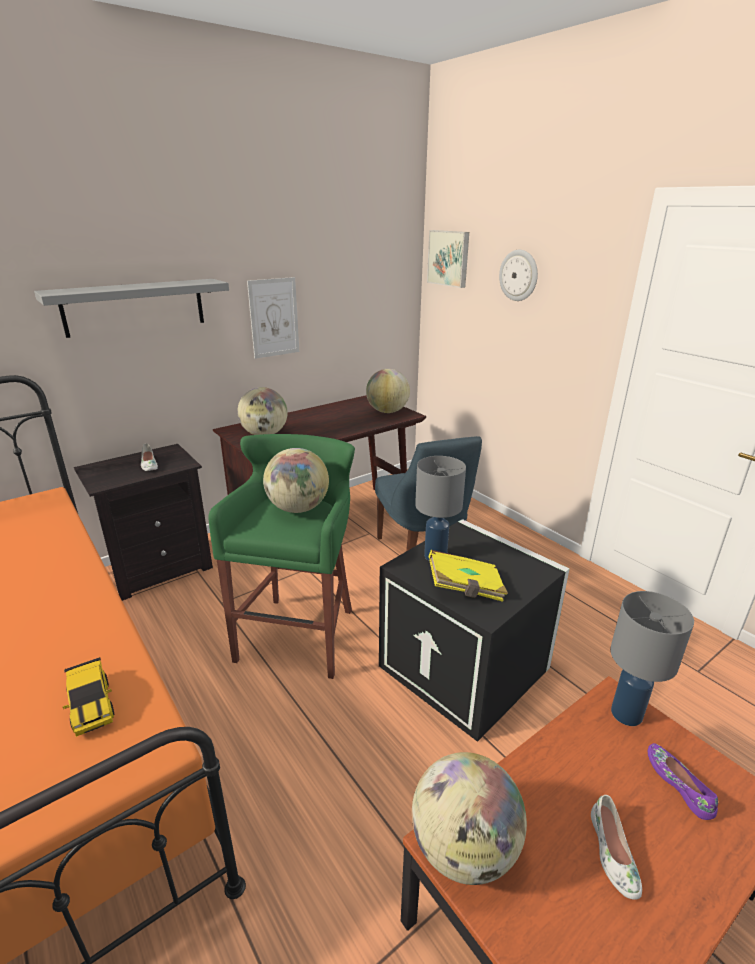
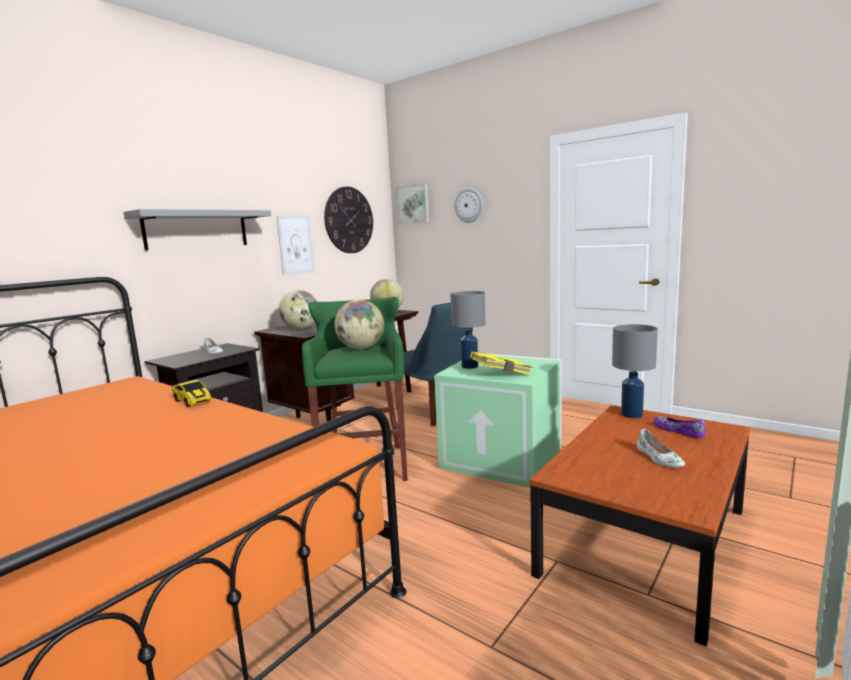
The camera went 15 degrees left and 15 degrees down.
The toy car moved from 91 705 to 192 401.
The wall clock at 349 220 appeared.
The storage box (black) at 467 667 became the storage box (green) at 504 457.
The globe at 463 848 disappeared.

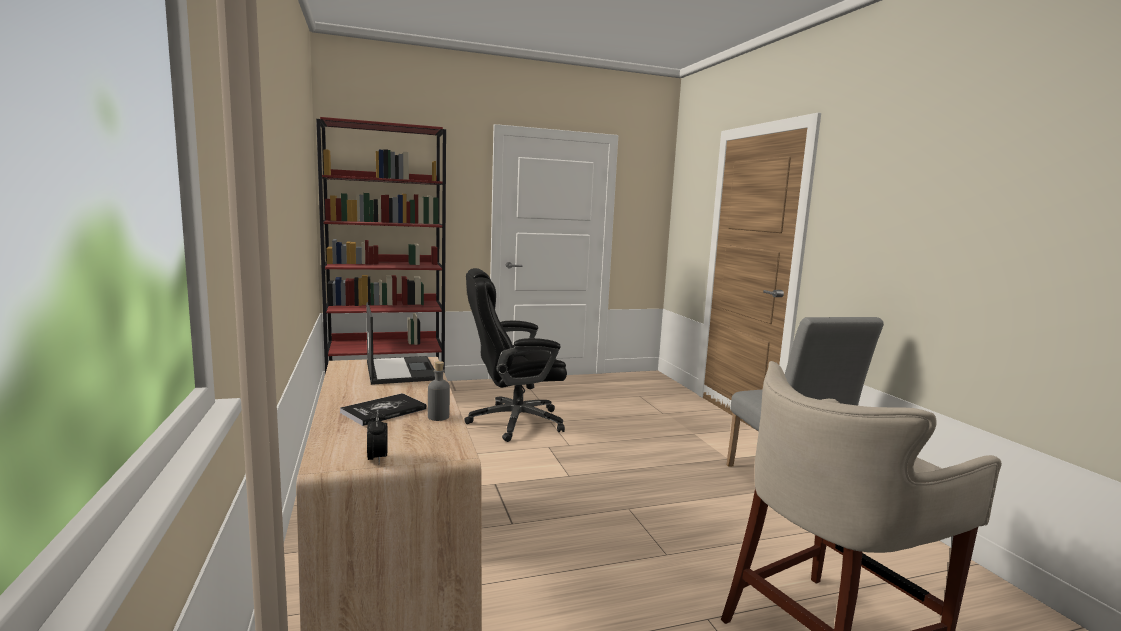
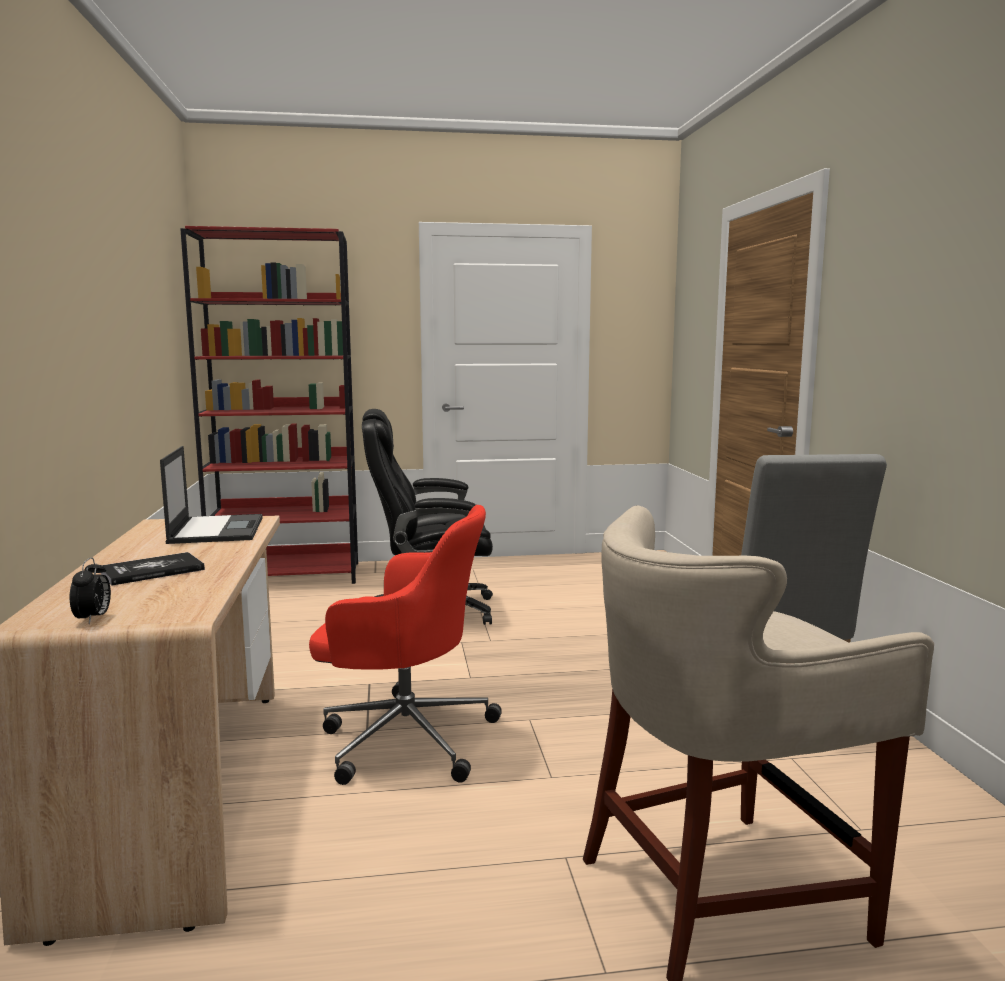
The camera went 10 degrees right and 0 degrees up.
The office chair (red) at 404 737 appeared.
The bottle (grey) at 438 417 disappeared.

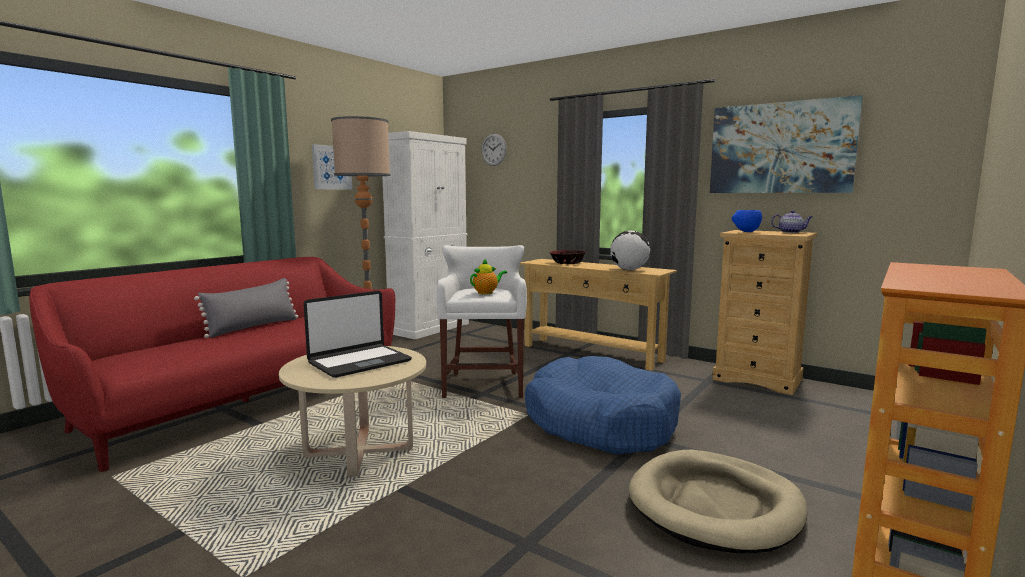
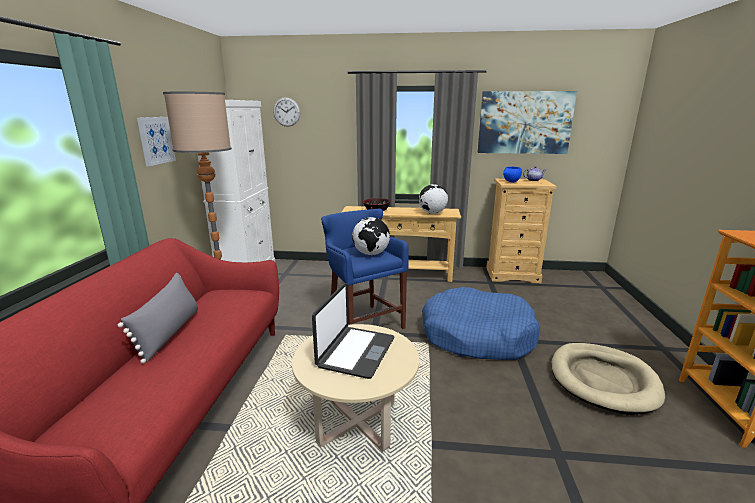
The camera went 30 degrees left and 10 degrees up.
The stool (white) at 484 384 became the stool (blue) at 363 322.
The teapot at 487 293 was replaced by the globe at 371 254.

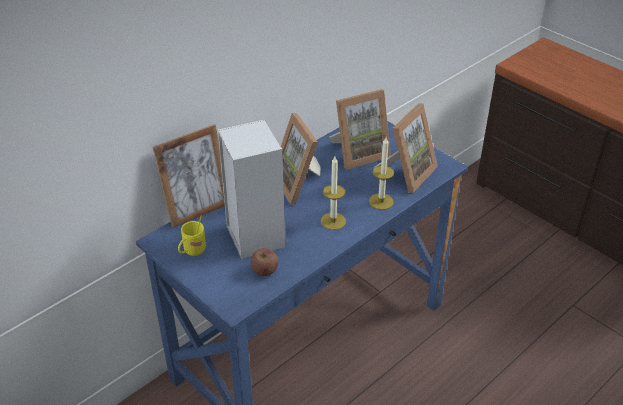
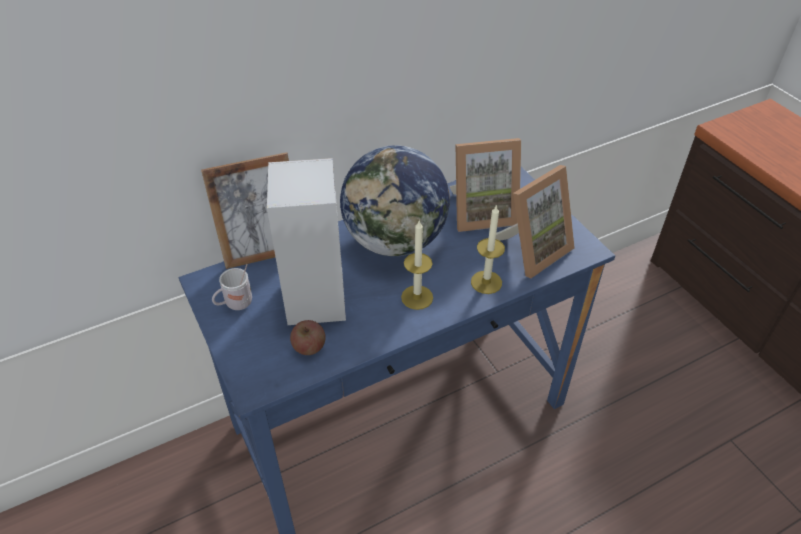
The camera went 15 degrees right and 5 degrees up.
The mug (yellow) at 192 252 became the mug (white) at 235 304.
The picture frame at 300 184 was replaced by the globe at 395 241.

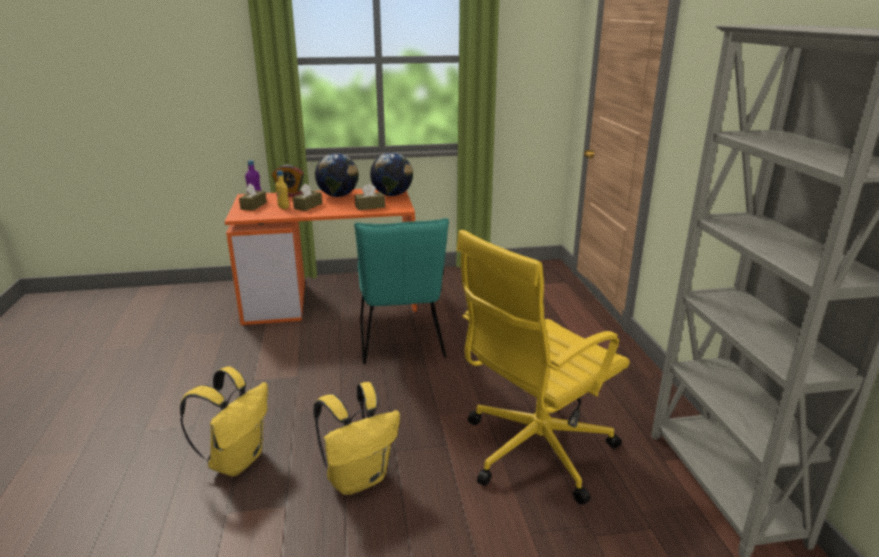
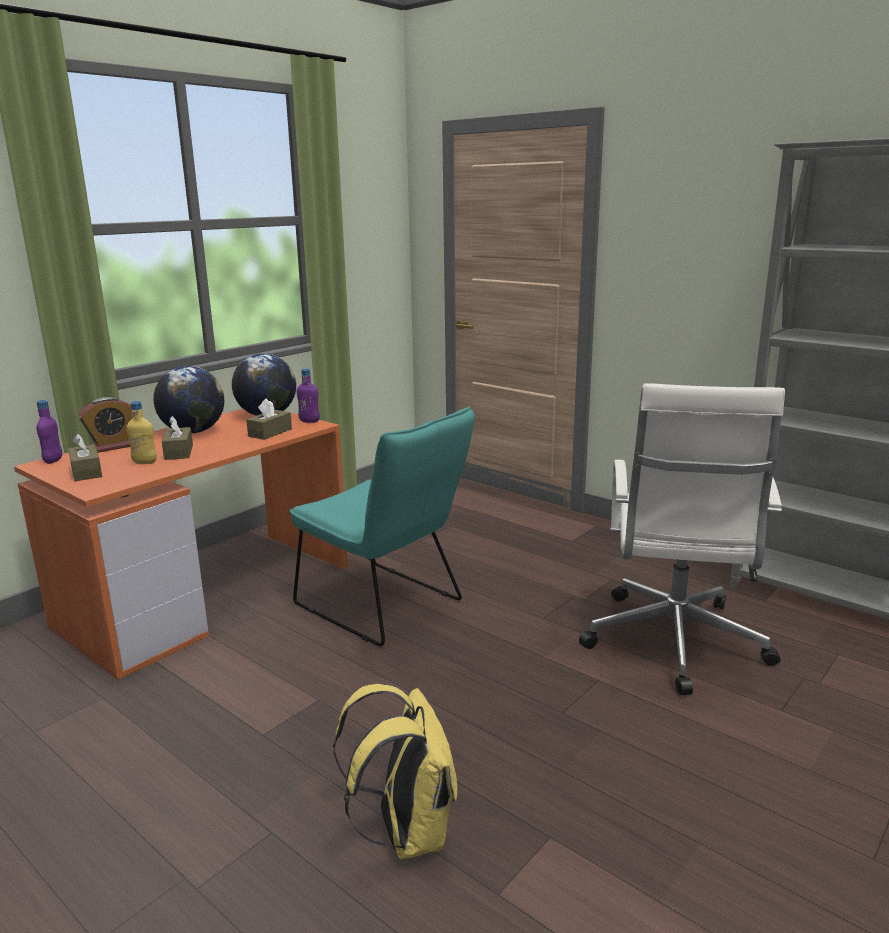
The camera went 40 degrees left and 5 degrees down.
The bottle (purple) at 309 421 appeared.
The office chair (yellow) at 533 451 became the office chair (white) at 674 643.
The backpack (yellow) at 358 478 disappeared.

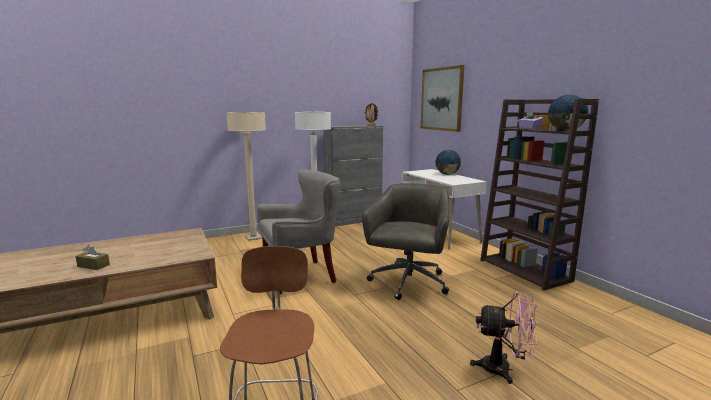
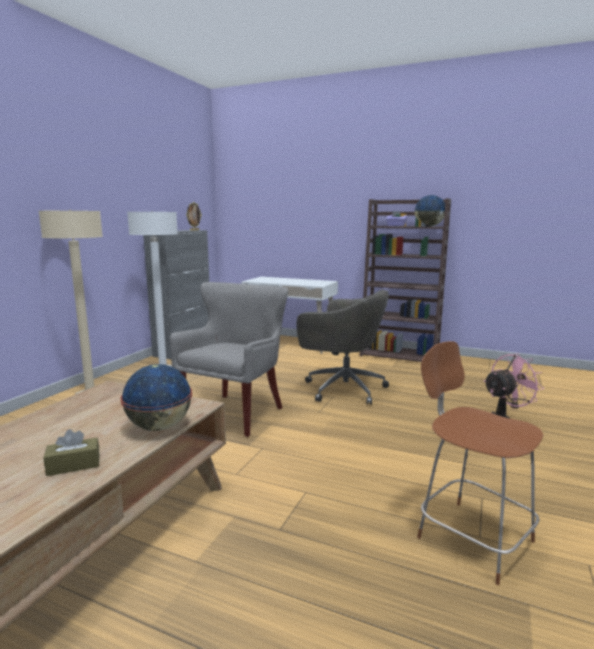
The camera went 40 degrees left and 0 degrees up.
The globe moved from 447 174 to 160 427.
The office chair (grey) at 408 283 turned 135 degrees clockwise.
The picture at 441 99 disappeared.

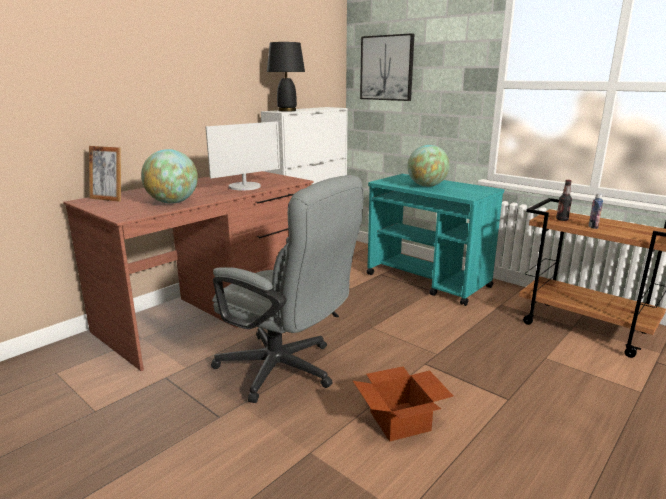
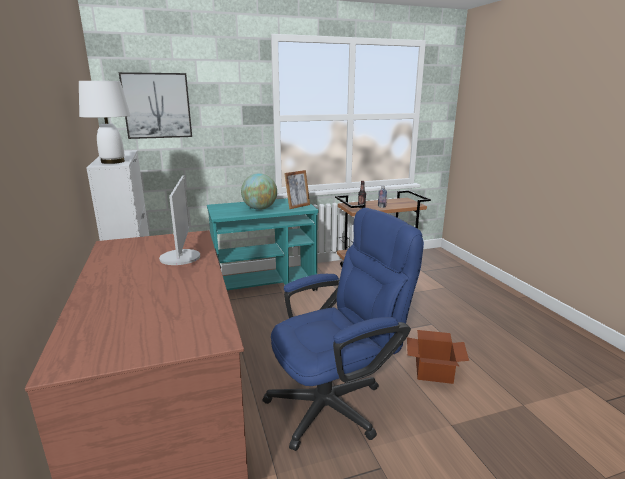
The camera went 60 degrees left and 0 degrees up.
The table lamp (black) at 287 110 became the table lamp (white) at 113 162.
The office chair (grey) at 286 371 became the office chair (blue) at 336 402.
The picture frame moved from 108 199 to 297 206.
The globe at 173 202 disappeared.

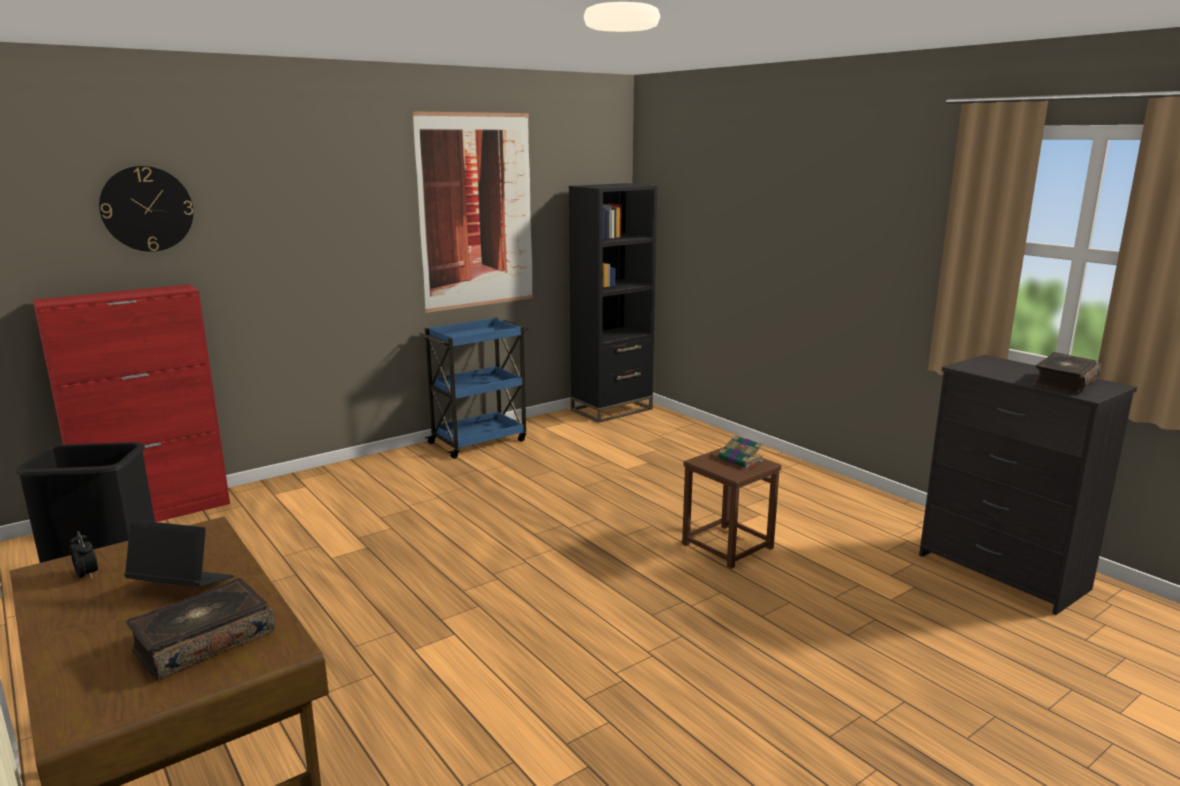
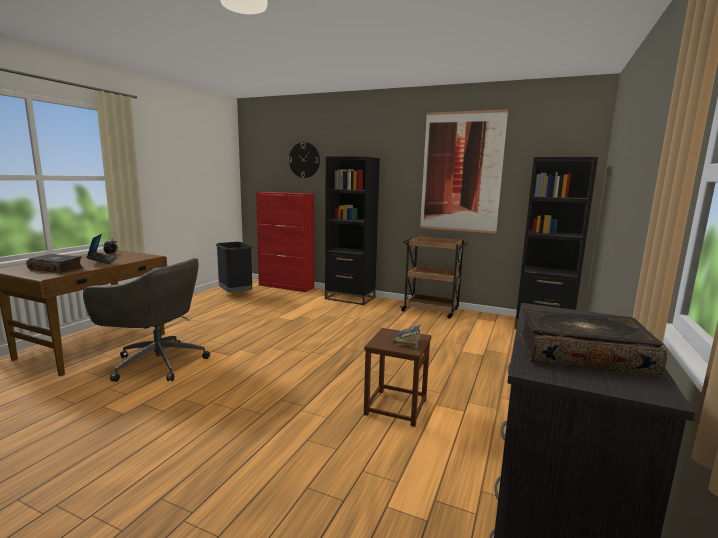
The camera went 60 degrees right and 5 degrees down.
The office chair (grey) at 157 363 appeared.
The bookcase (black) at 350 298 appeared.
The cart (blue) at 479 441 became the cart (brown) at 431 310.

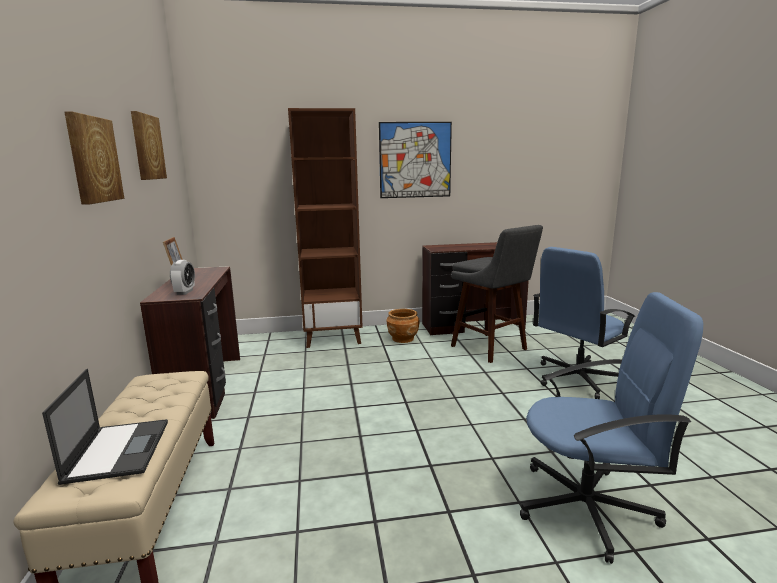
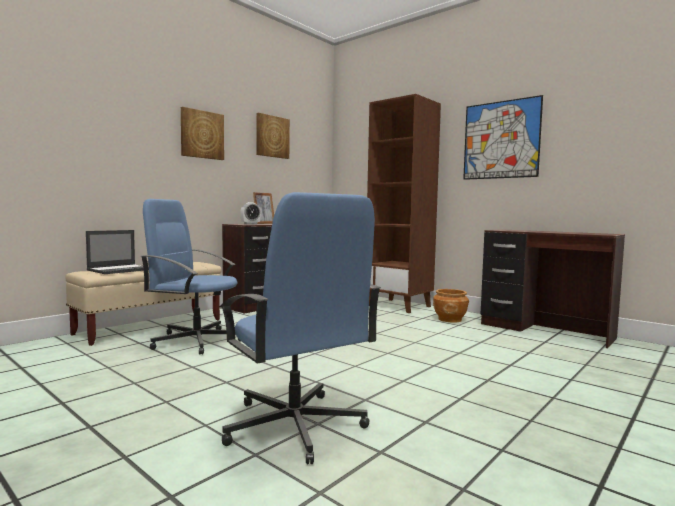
The camera went 50 degrees right and 10 degrees down.
The office chair (blue) moved from 576 379 to 196 341.
The stool (grey) at 491 349 disappeared.

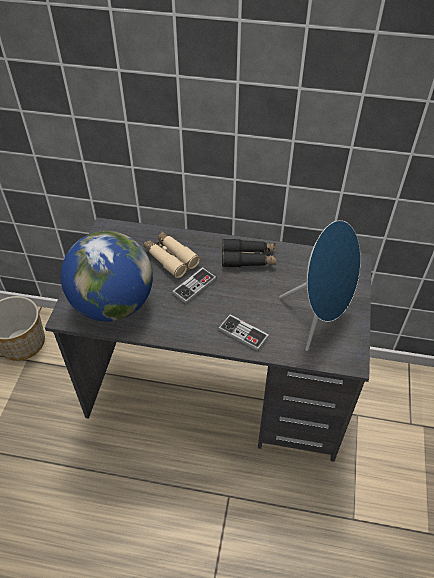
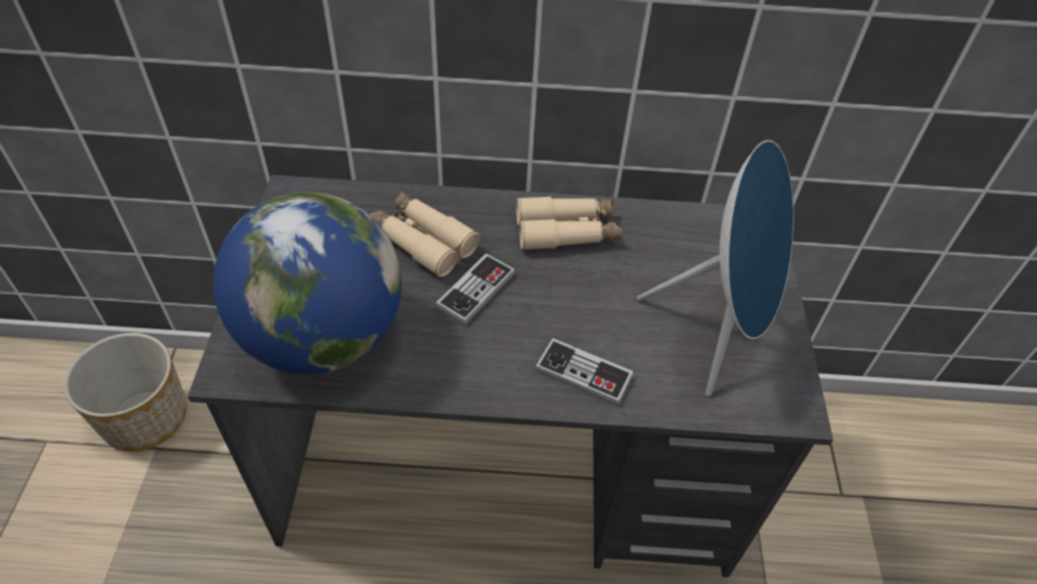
The camera went 10 degrees left and 0 degrees up.
The binoculars (black) at 248 258 became the binoculars (beige) at 567 231.

